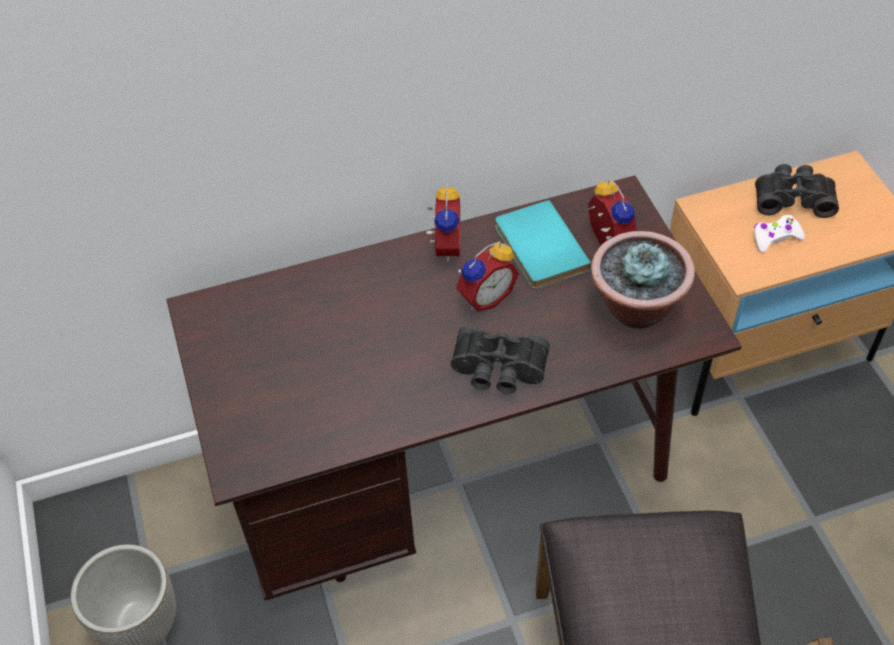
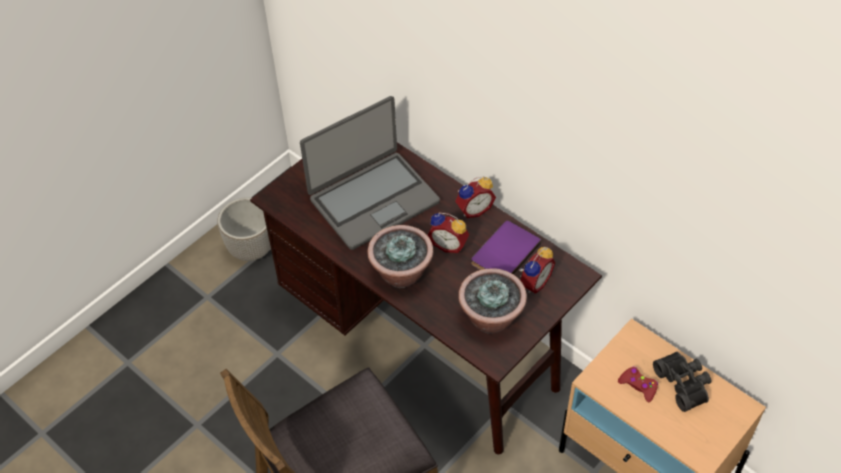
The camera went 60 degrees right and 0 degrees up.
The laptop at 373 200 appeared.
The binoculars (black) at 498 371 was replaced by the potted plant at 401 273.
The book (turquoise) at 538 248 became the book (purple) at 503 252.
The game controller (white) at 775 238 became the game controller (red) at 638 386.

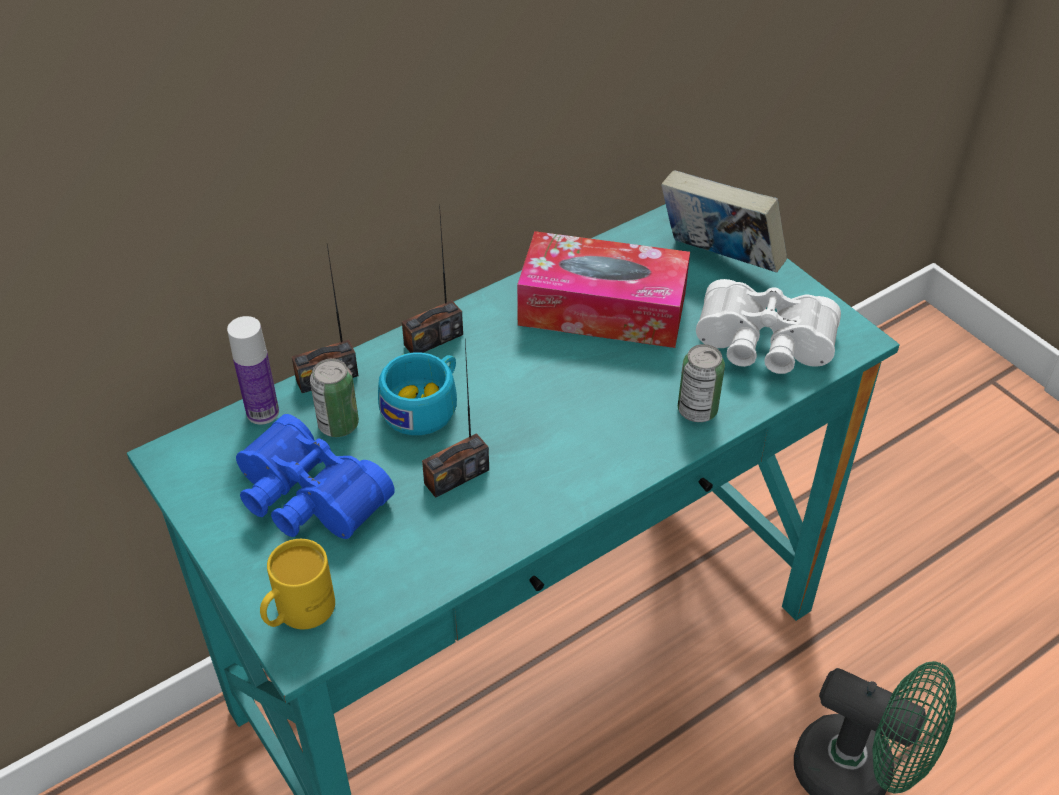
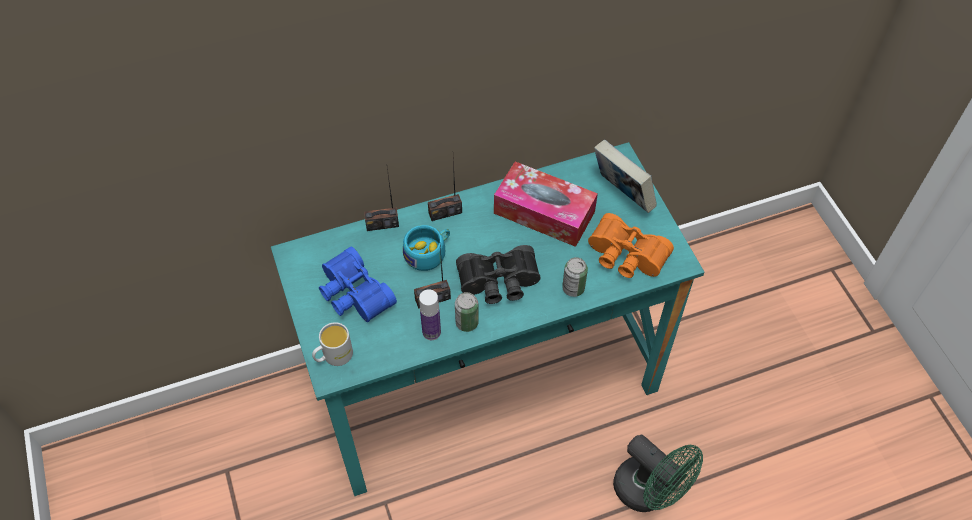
The camera went 15 degrees right and 10 degrees up.
The mug (yellow) at 298 613 became the mug (white) at 333 356.
The bottle moved from 262 412 to 431 332.
The can moved from 338 425 to 467 323.
The binoculars (black) at 499 283 appeared.
The binoculars (white) at 763 347 became the binoculars (orange) at 625 257.

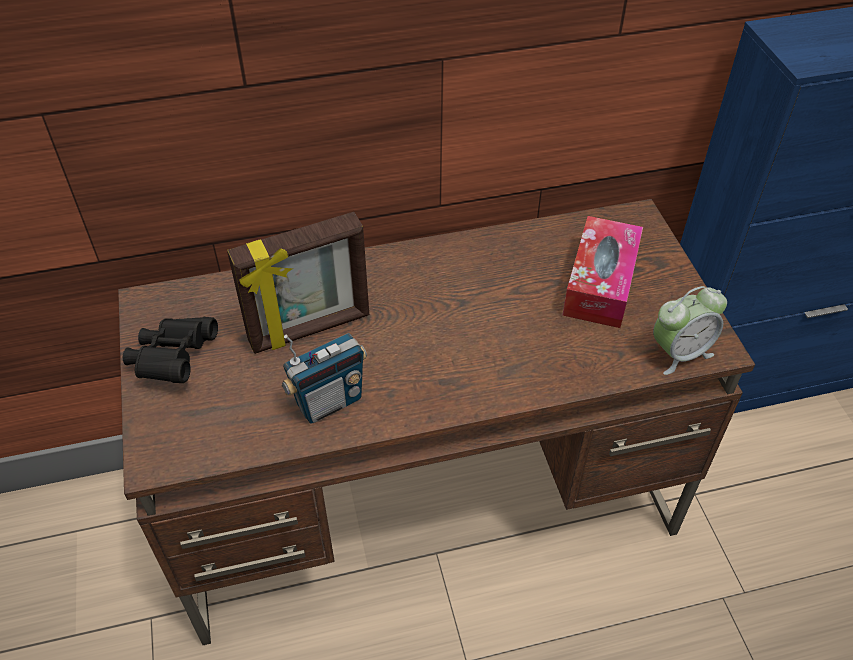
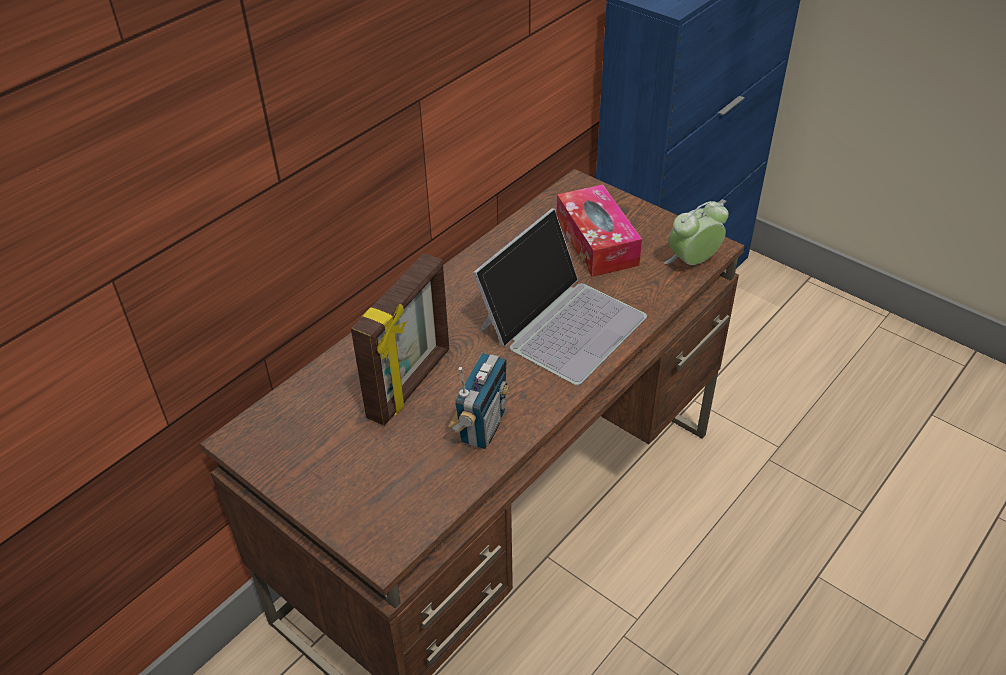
The camera went 35 degrees left and 5 degrees down.
The laptop at 562 322 appeared.
The alarm clock at 679 353 turned 150 degrees counterclockwise.
The binoculars (black) at 173 359 disappeared.

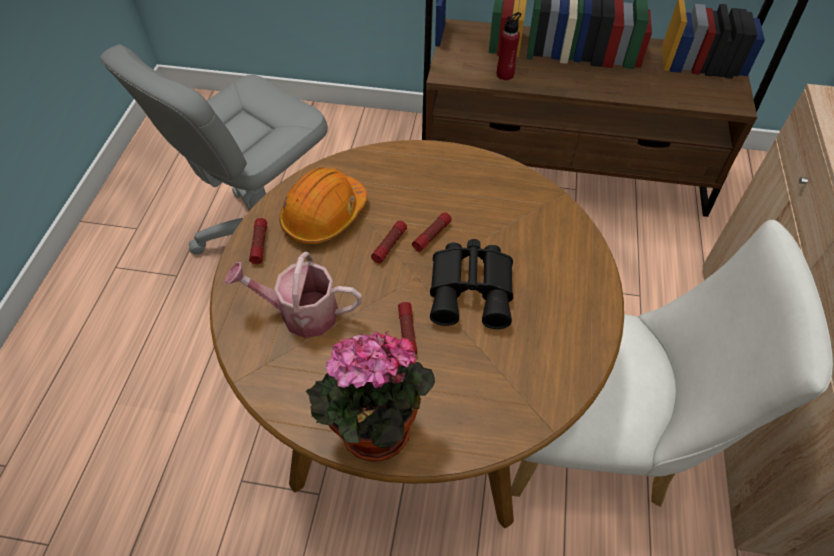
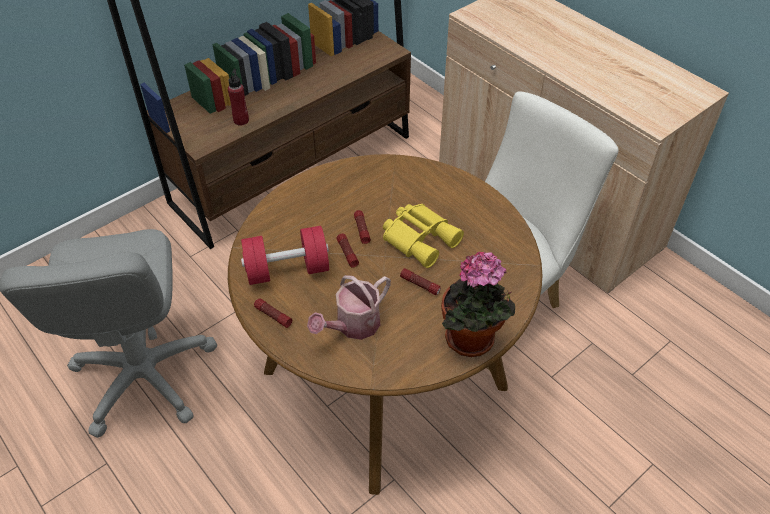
The camera went 50 degrees left and 5 degrees down.
The hard hat (orange) at 324 216 was replaced by the dumbbell (red) at 287 270.
The binoculars (black) at 473 289 became the binoculars (yellow) at 420 238.

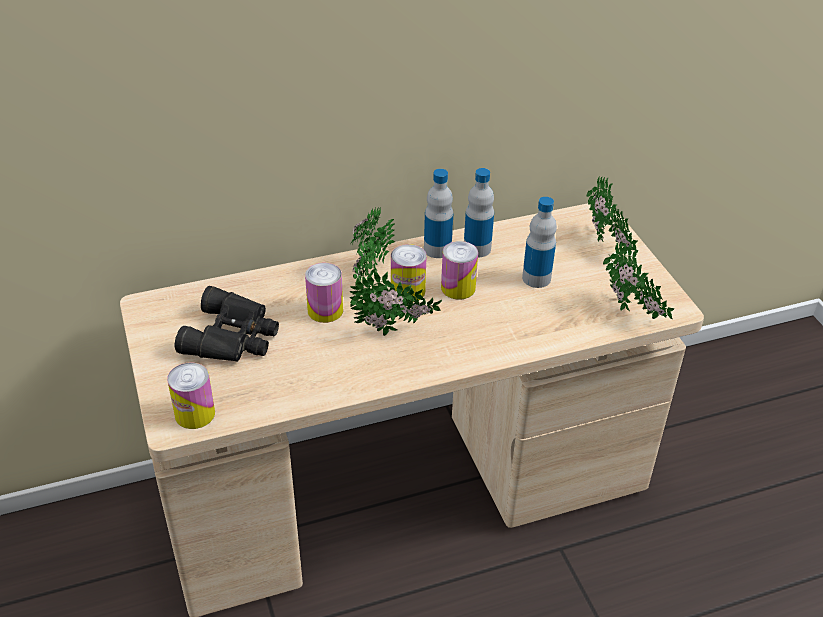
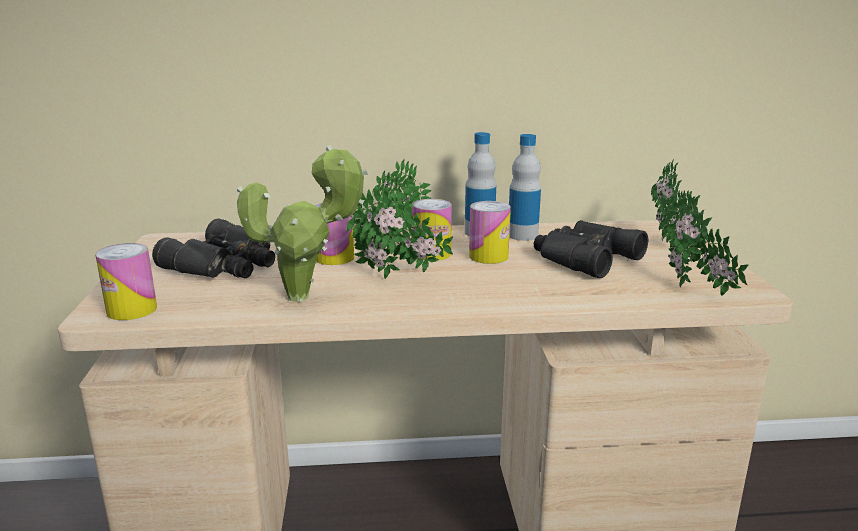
The camera went 15 degrees right and 20 degrees down.
The potted plant at 306 297 appeared.
The bottle at 536 278 was replaced by the binoculars (black) at 582 258.

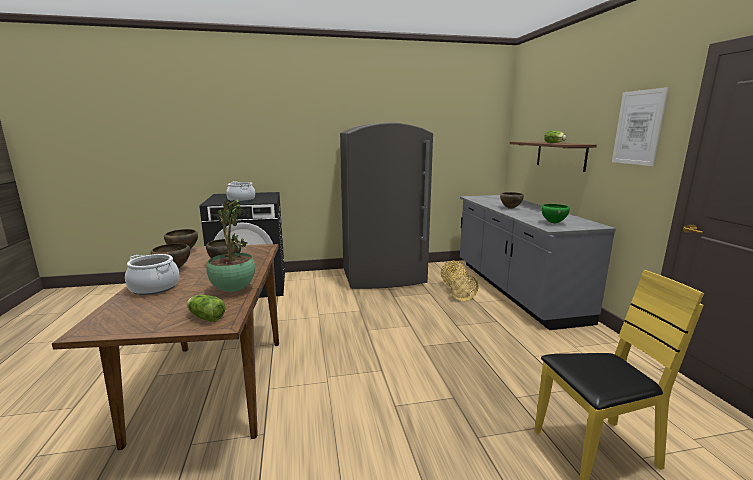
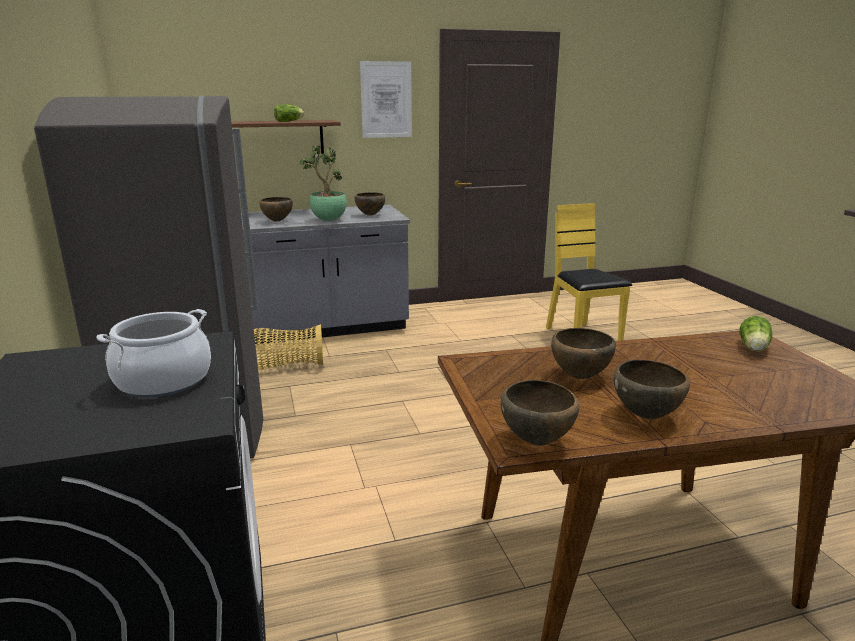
The camera went 95 degrees left and 5 degrees up.
The potted plant moved from 233 289 to 328 220.
The bowl (green) at 553 223 became the bowl (brown) at 370 215.
The cooking pot at 154 287 disappeared.

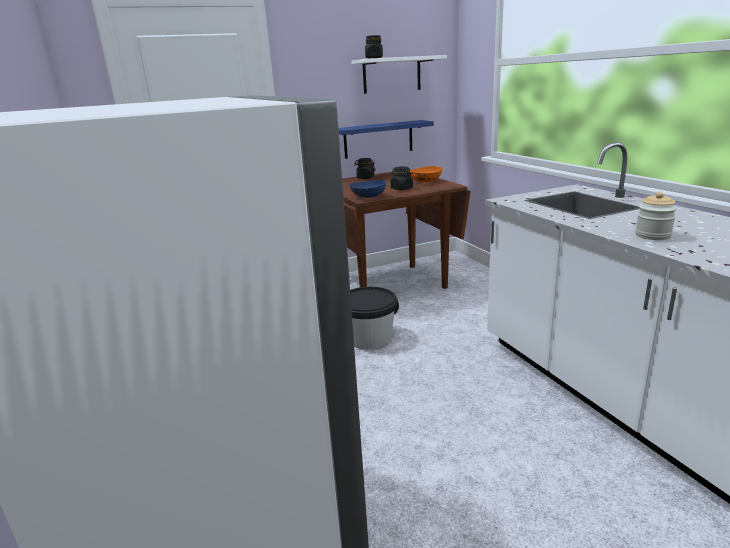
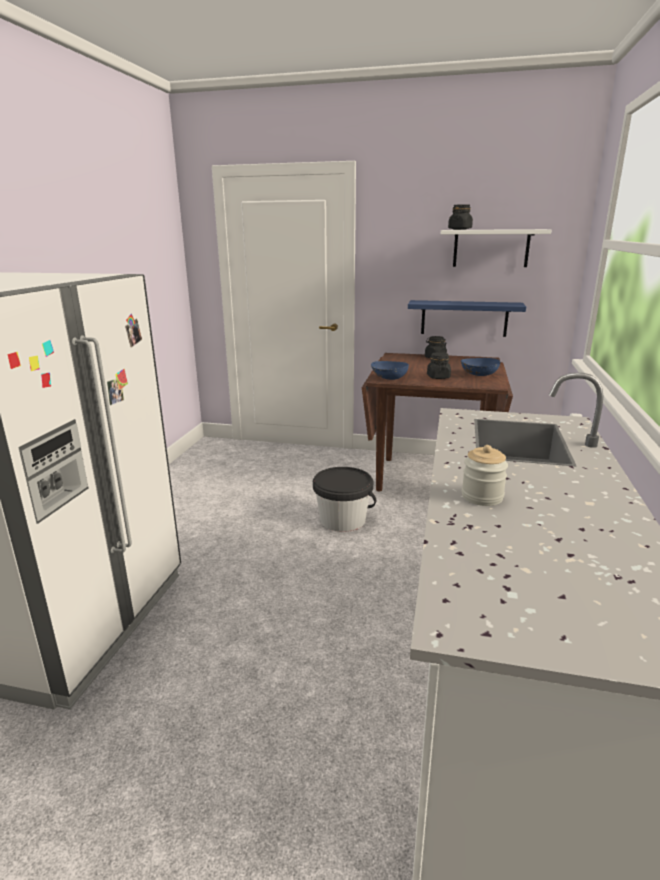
The camera went 35 degrees right and 0 degrees up.
The bowl (orange) at 426 182 became the bowl (blue) at 479 375.

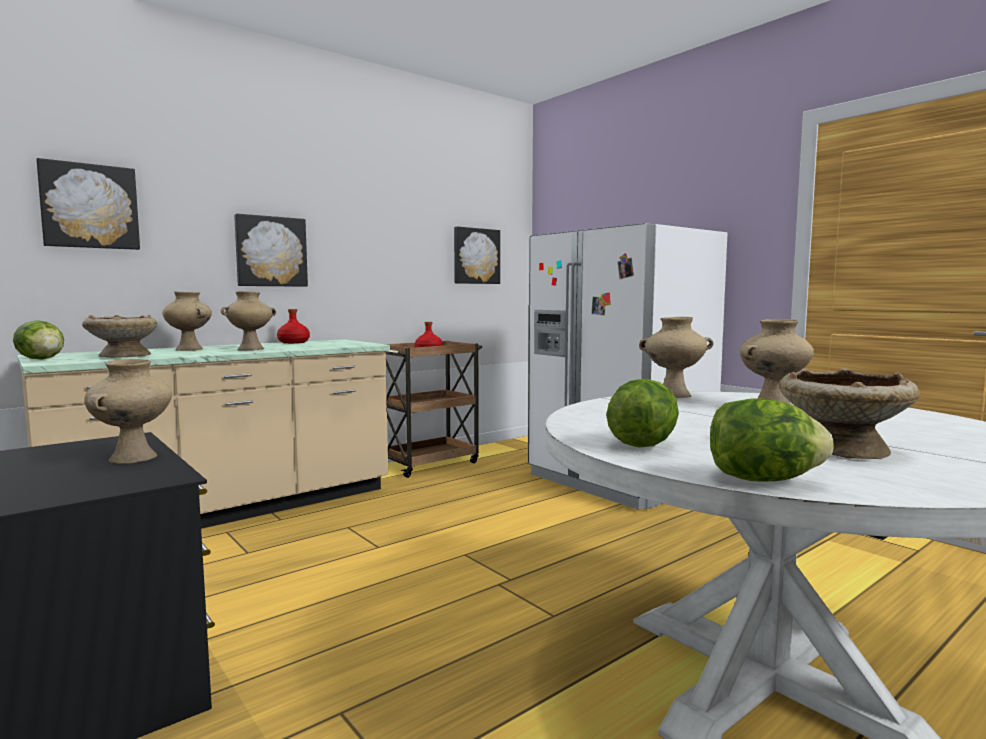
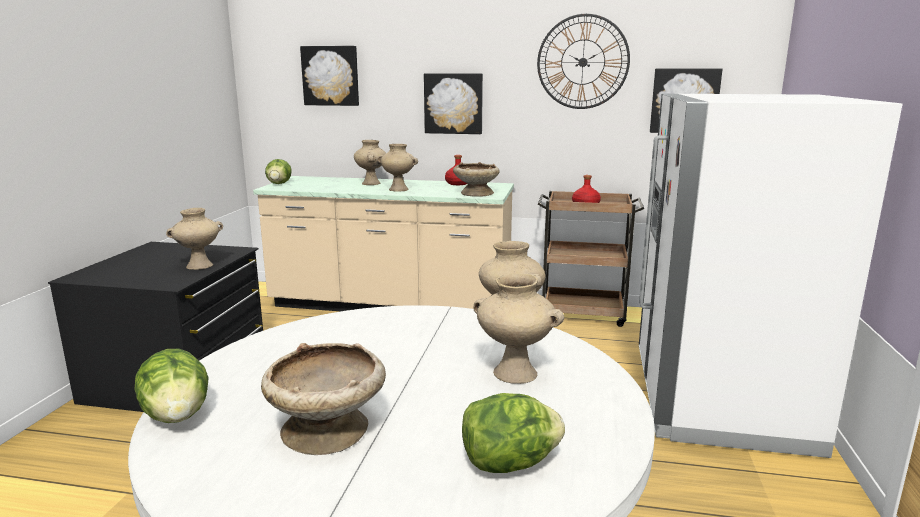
The camera went 50 degrees right and 10 degrees up.
The bowl (beige) moved from 123 356 to 475 193.
The lettuce moved from 642 444 to 509 464.
The wall clock at 583 62 appeared.

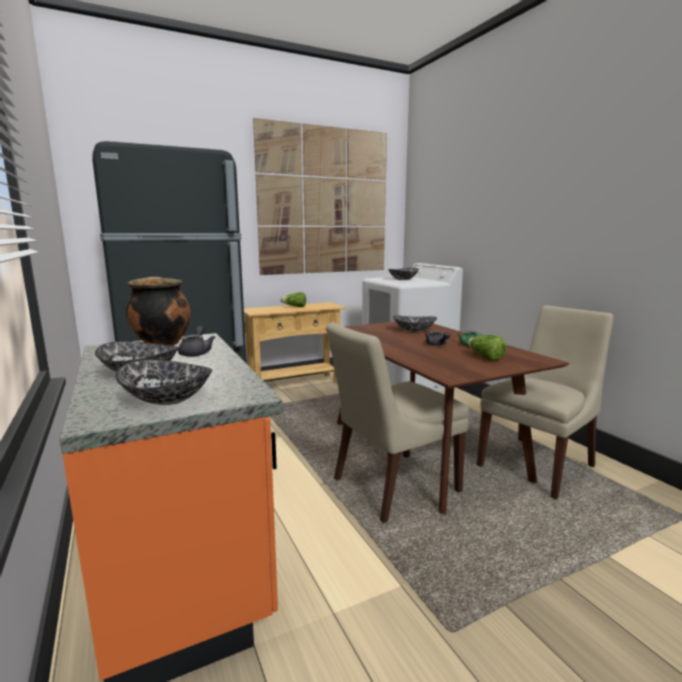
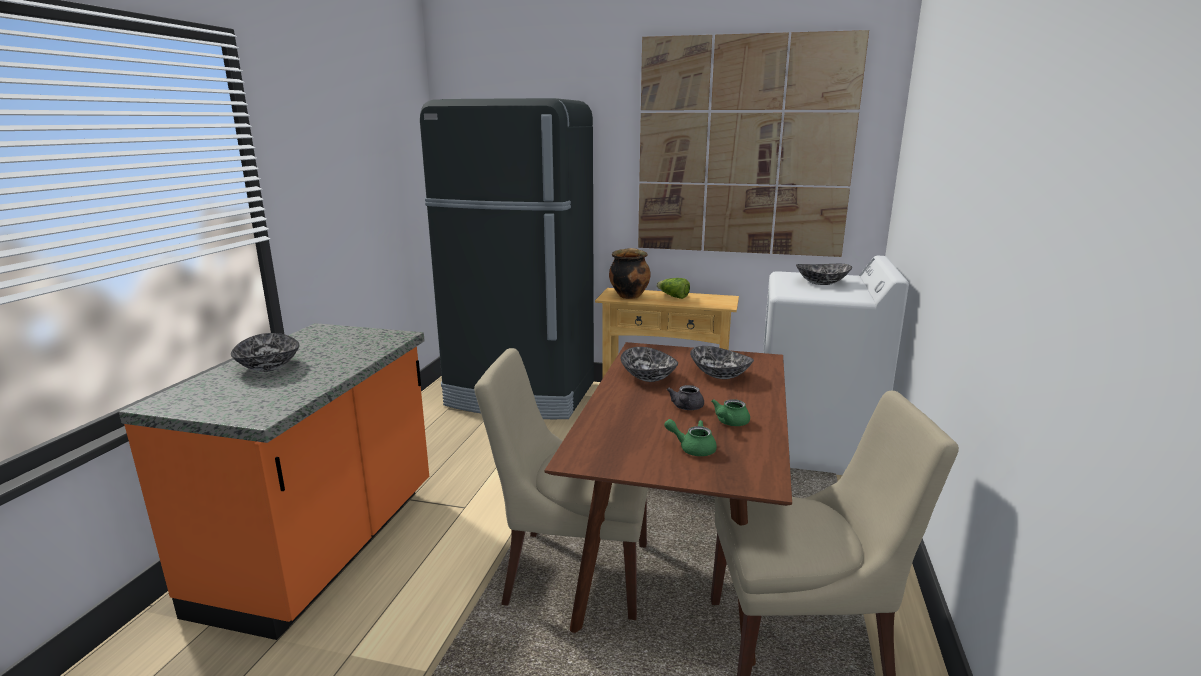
The camera went 40 degrees right and 5 degrees up.
The cooking pot moved from 161 344 to 629 296.
The bowl moved from 168 399 to 649 377.
The lettuce at 485 357 was replaced by the teapot (green) at 692 448.
The teapot (grey) at 196 352 disappeared.

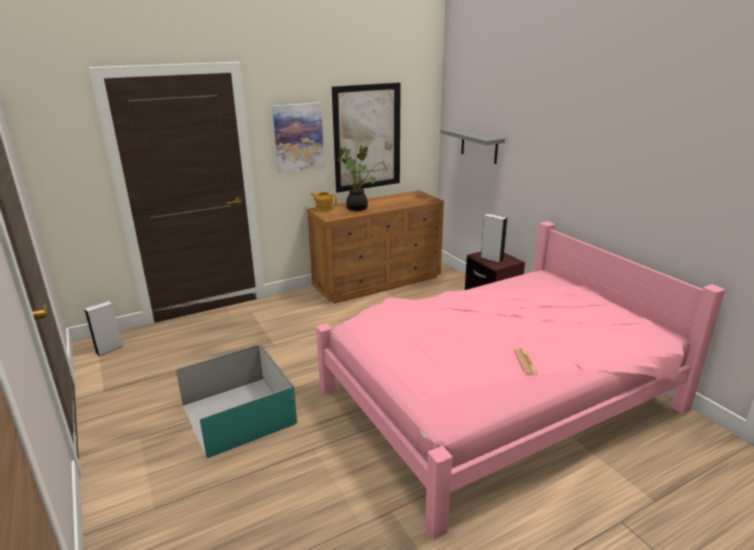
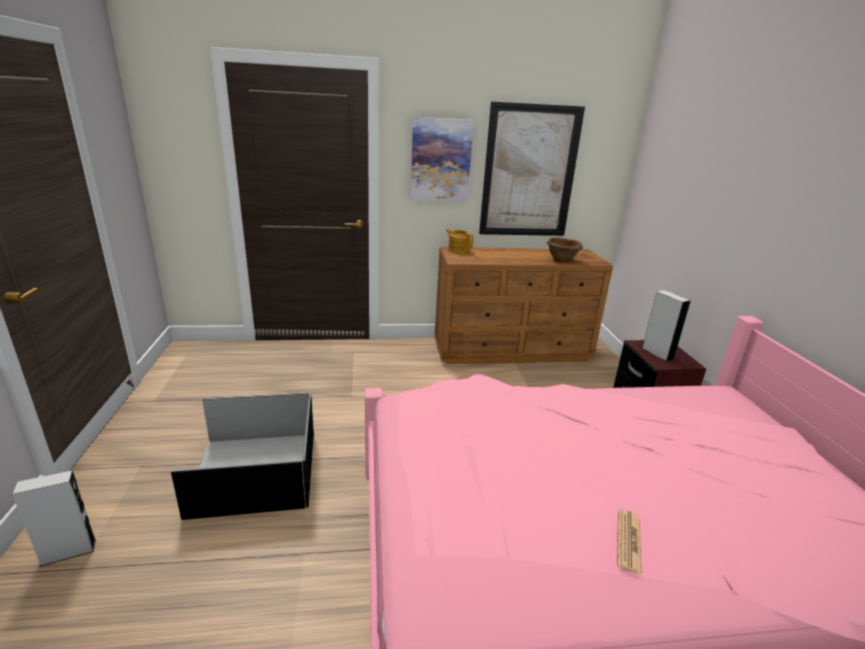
The camera went 20 degrees right and 0 degrees up.
The speaker (grey) moved from 109 349 to 68 552.
The storage box (turquoise) at 237 413 became the storage box (black) at 255 470.
The bowl (brown) at 562 260 appeared.
The potted plant at 359 207 disappeared.
The shelf (grey) at 479 145 disappeared.

